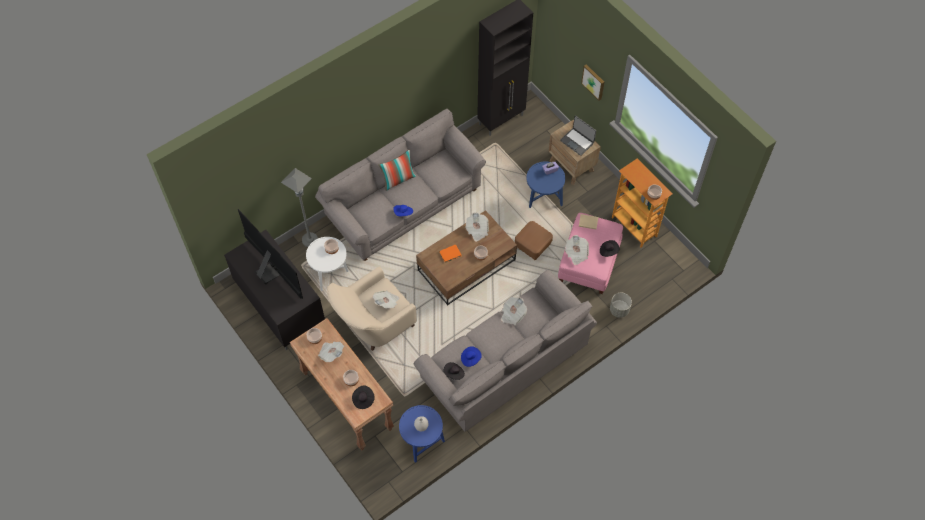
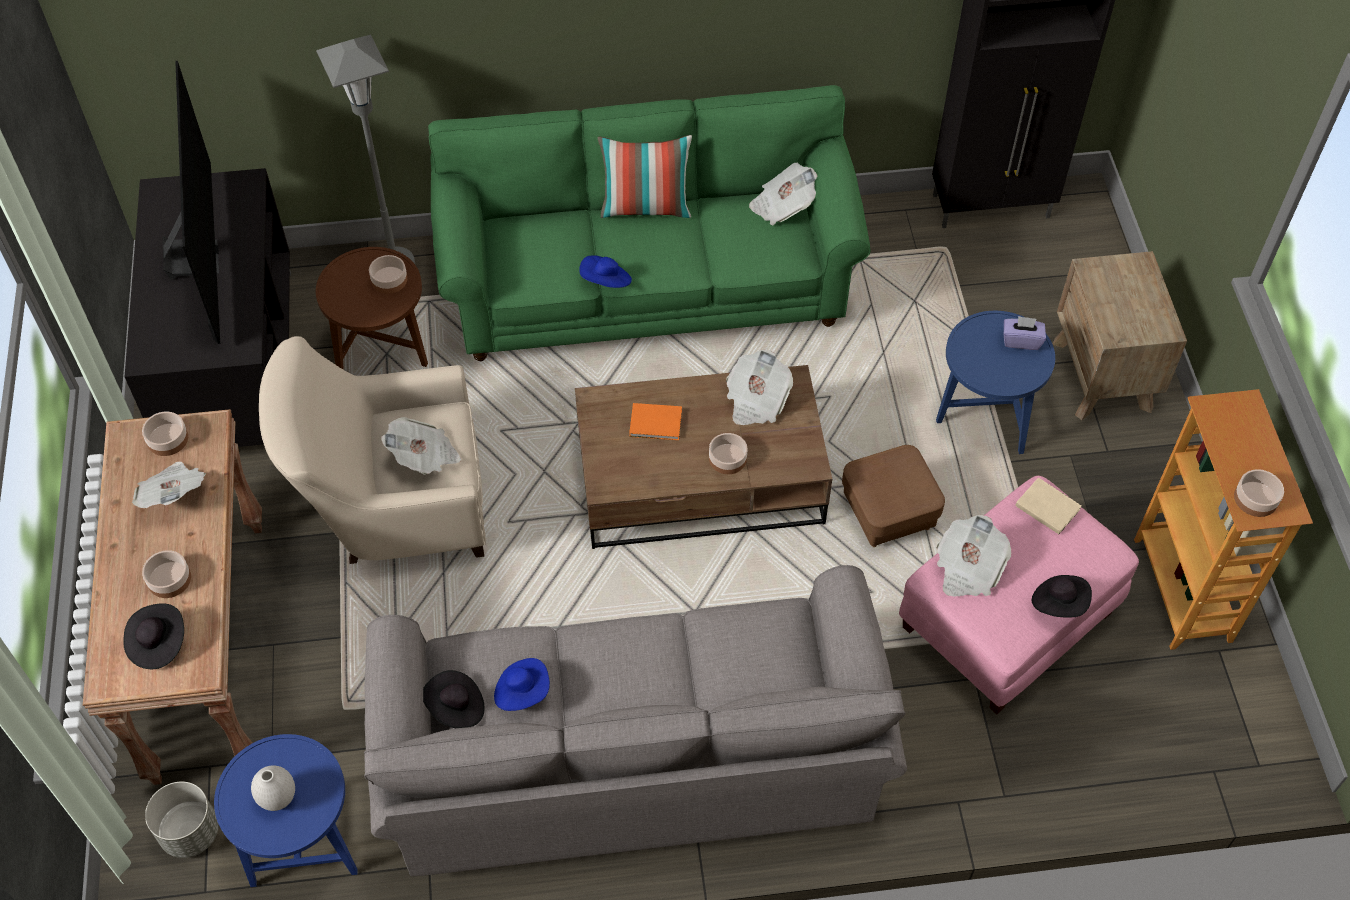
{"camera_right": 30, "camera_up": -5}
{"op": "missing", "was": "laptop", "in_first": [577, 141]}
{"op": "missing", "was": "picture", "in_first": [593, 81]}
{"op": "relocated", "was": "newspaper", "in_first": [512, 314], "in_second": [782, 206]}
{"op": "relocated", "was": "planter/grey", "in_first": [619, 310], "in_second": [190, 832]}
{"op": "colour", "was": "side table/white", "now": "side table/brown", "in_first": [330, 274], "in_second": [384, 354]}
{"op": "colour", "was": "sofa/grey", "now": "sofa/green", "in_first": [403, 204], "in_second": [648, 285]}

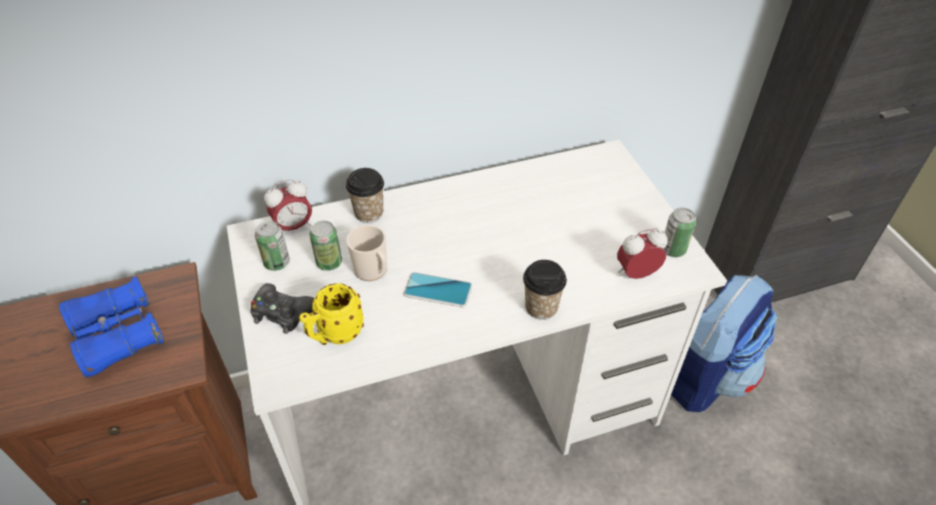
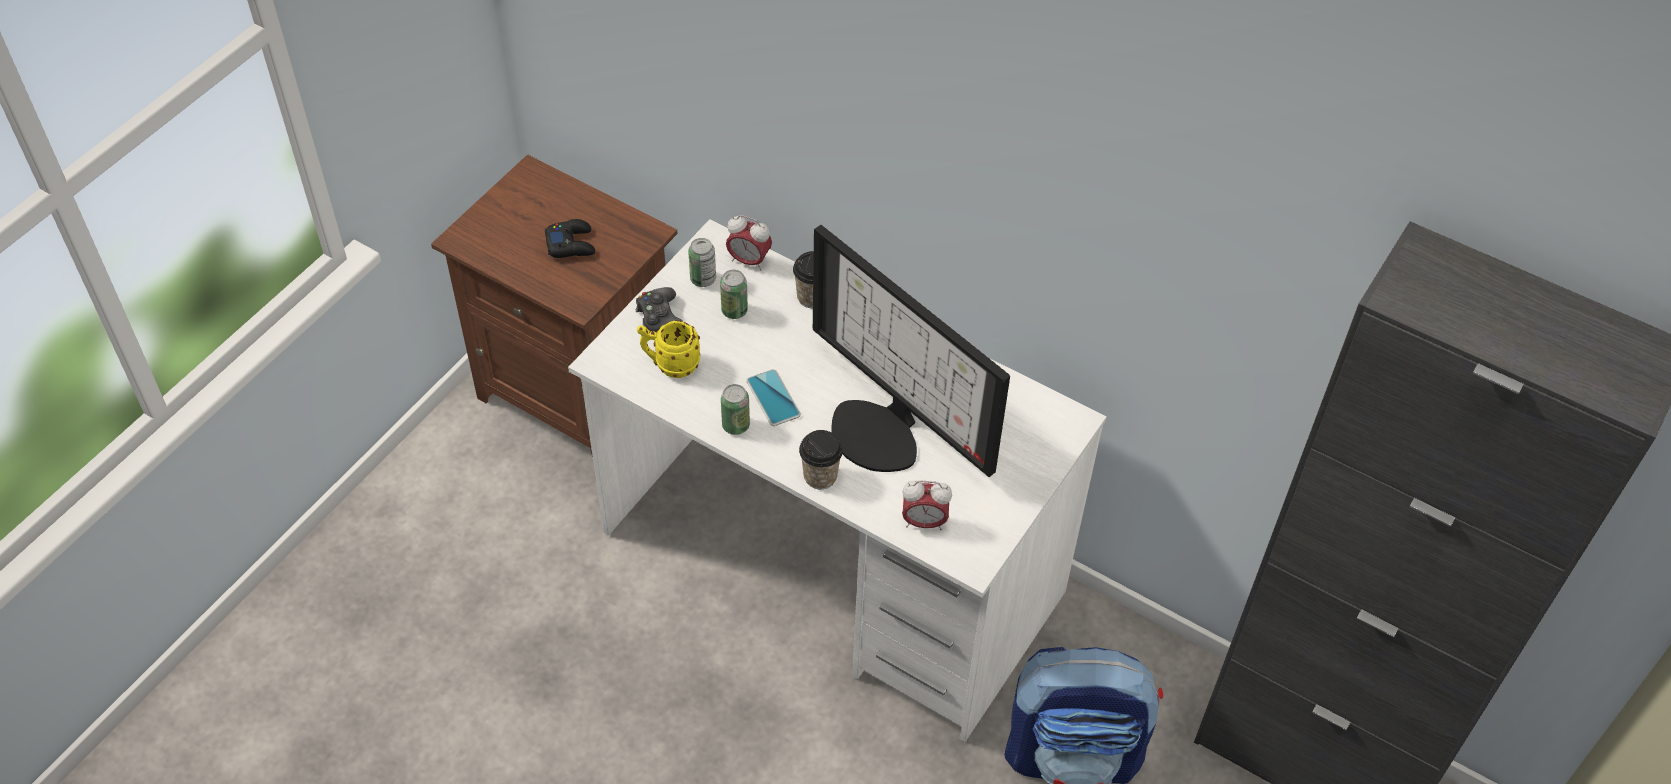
{"camera_right": 50, "camera_up": 5}
{"op": "missing", "was": "mug", "in_first": [373, 271]}
{"op": "appeared", "now": "monitor", "in_second": [883, 431]}
{"op": "relocated", "was": "can", "in_first": [673, 249], "in_second": [735, 425]}
{"op": "exchanged", "was": "binoculars/blue", "now": "game controller/black", "in_first": [118, 335], "in_second": [571, 244]}
{"op": "spun", "was": "alarm clock", "in_first": [636, 274], "in_second": [924, 522], "clockwise": 150}

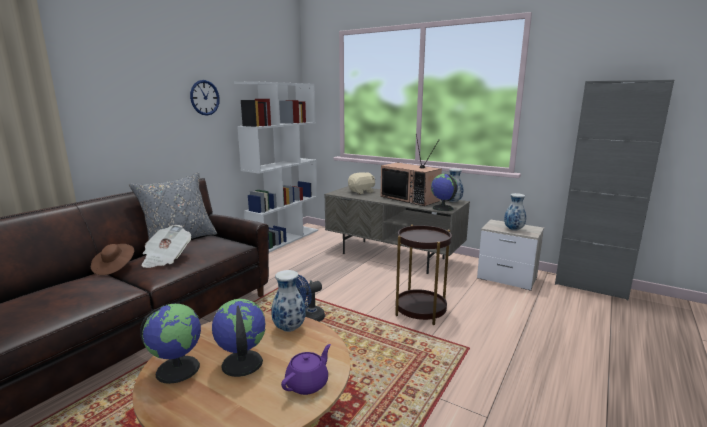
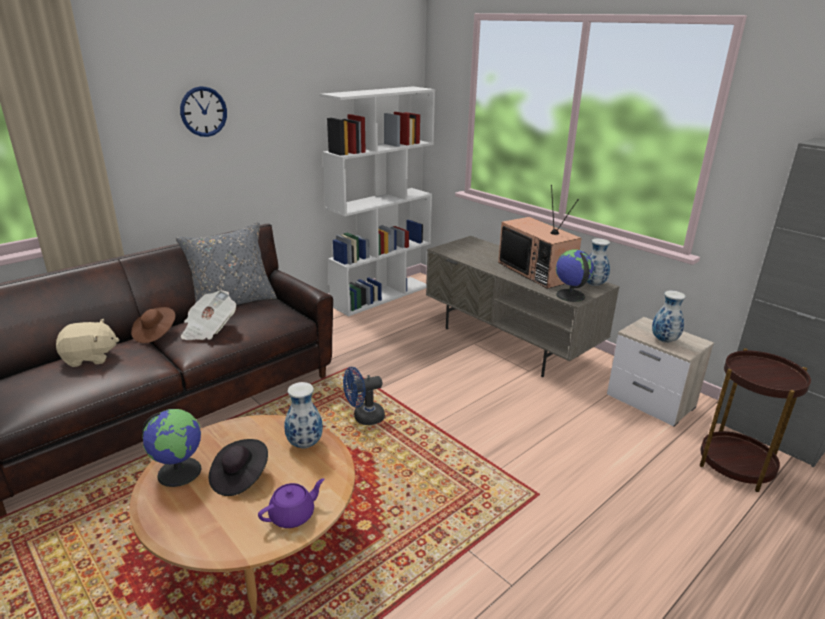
{"camera_right": 15, "camera_up": 10}
{"op": "relocated", "was": "wall clock", "in_first": [204, 97], "in_second": [203, 111]}
{"op": "relocated", "was": "plush toy/beige", "in_first": [362, 192], "in_second": [90, 358]}
{"op": "relocated", "was": "side table/brown", "in_first": [420, 311], "in_second": [736, 465]}
{"op": "exchanged", "was": "globe", "now": "hat/black", "in_first": [241, 363], "in_second": [239, 478]}

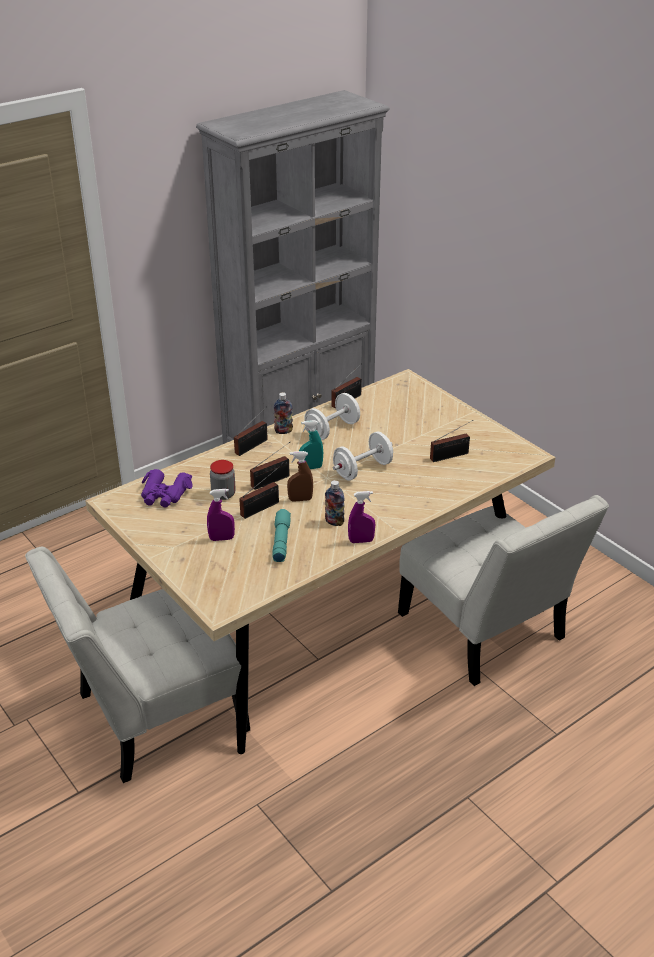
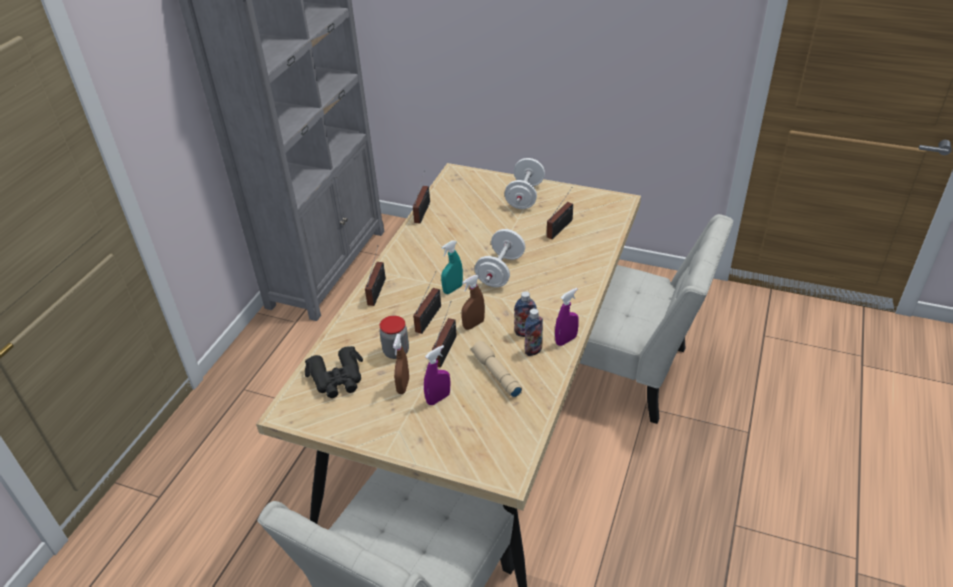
{"camera_right": -30, "camera_up": 5}
{"op": "appeared", "now": "spray bottle/brown", "in_second": [403, 386]}
{"op": "relocated", "was": "bottle", "in_first": [283, 431], "in_second": [533, 350]}
{"op": "relocated", "was": "dumbbell/white", "in_first": [332, 430], "in_second": [524, 196]}
{"op": "colour", "was": "binoculars/purple", "now": "binoculars/black", "in_first": [164, 495], "in_second": [337, 379]}
{"op": "colour", "was": "flashlight/turquoise", "now": "flashlight/beige", "in_first": [280, 540], "in_second": [495, 374]}

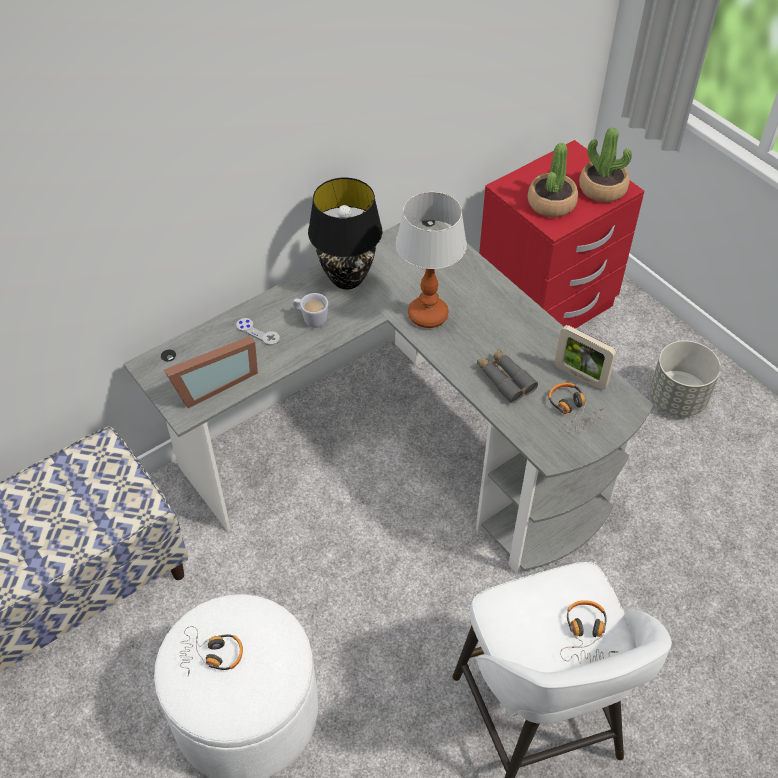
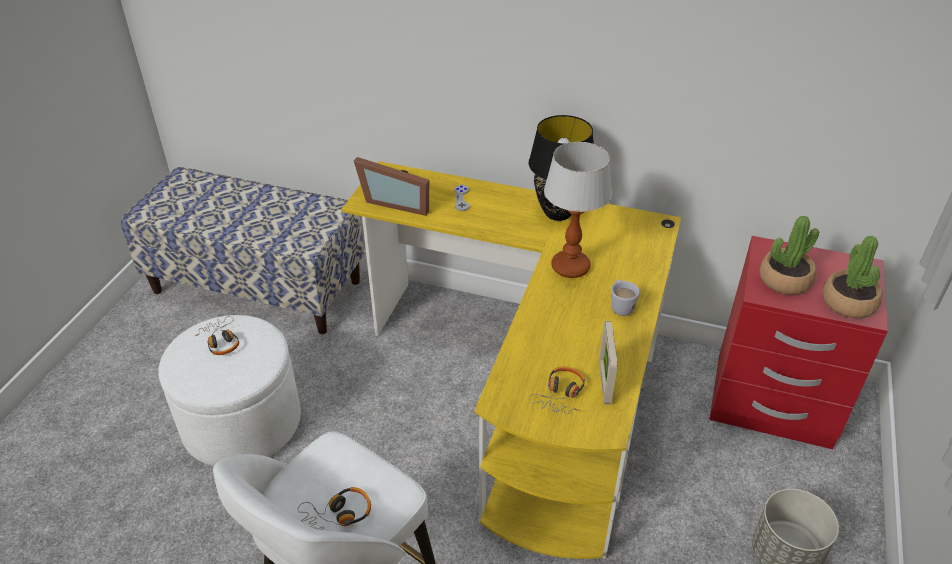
{"camera_right": 55, "camera_up": -10}
{"op": "missing", "was": "binoculars/grey", "in_first": [505, 379]}
{"op": "relocated", "was": "mug/white", "in_first": [311, 319], "in_second": [620, 306]}
{"op": "colour", "was": "desk/grey", "now": "desk/yellow", "in_first": [403, 449], "in_second": [530, 388]}

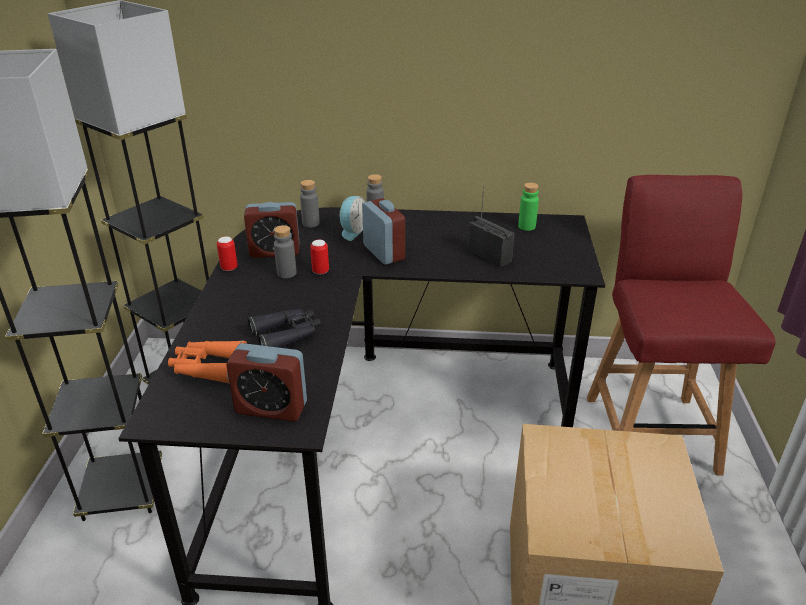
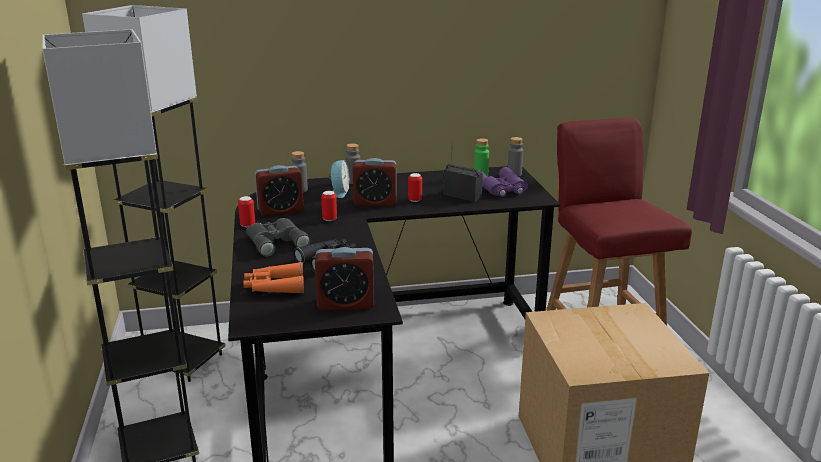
{"camera_right": -15, "camera_up": -10}
{"op": "appeared", "now": "binoculars/grey", "in_second": [276, 241]}
{"op": "appeared", "now": "can", "in_second": [415, 200]}
{"op": "appeared", "now": "binoculars/purple", "in_second": [501, 188]}
{"op": "relocated", "was": "bottle/grey", "in_first": [286, 273], "in_second": [514, 174]}
{"op": "spun", "was": "alarm clock", "in_first": [383, 252], "in_second": [375, 202], "clockwise": 135}

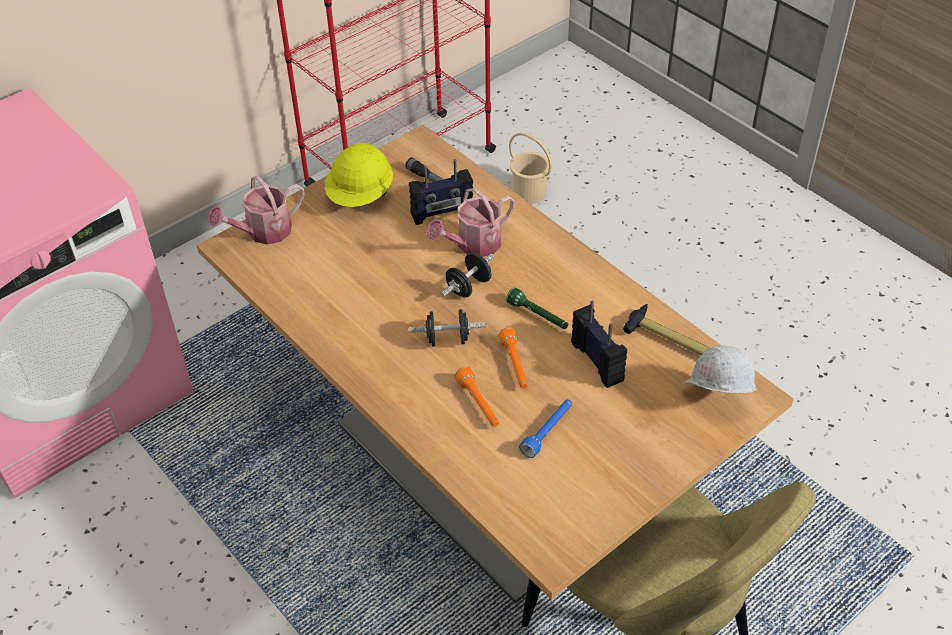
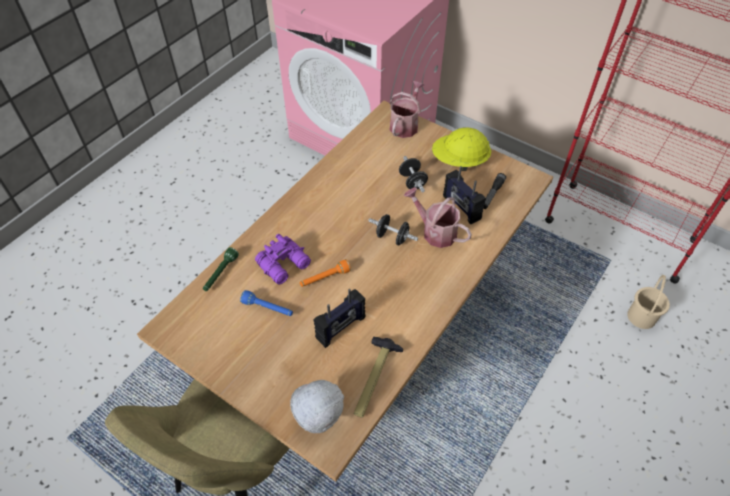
{"camera_right": 75, "camera_up": 5}
{"op": "relocated", "was": "dumbbell/black", "in_first": [447, 339], "in_second": [412, 182]}
{"op": "relocated", "was": "flashlight/green", "in_first": [538, 316], "in_second": [220, 274]}
{"op": "exchanged", "was": "flashlight/orange", "now": "binoculars/purple", "in_first": [478, 404], "in_second": [285, 264]}
{"op": "spun", "was": "watering can", "in_first": [263, 232], "in_second": [405, 125], "clockwise": 75}

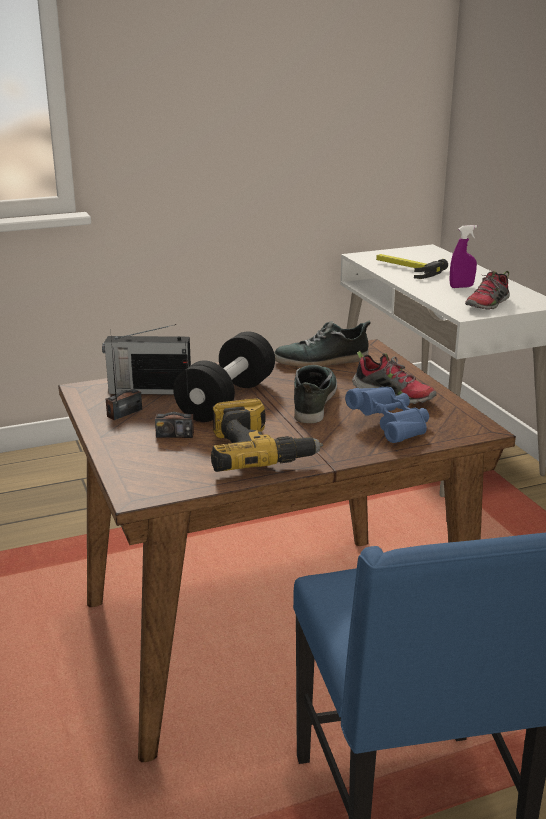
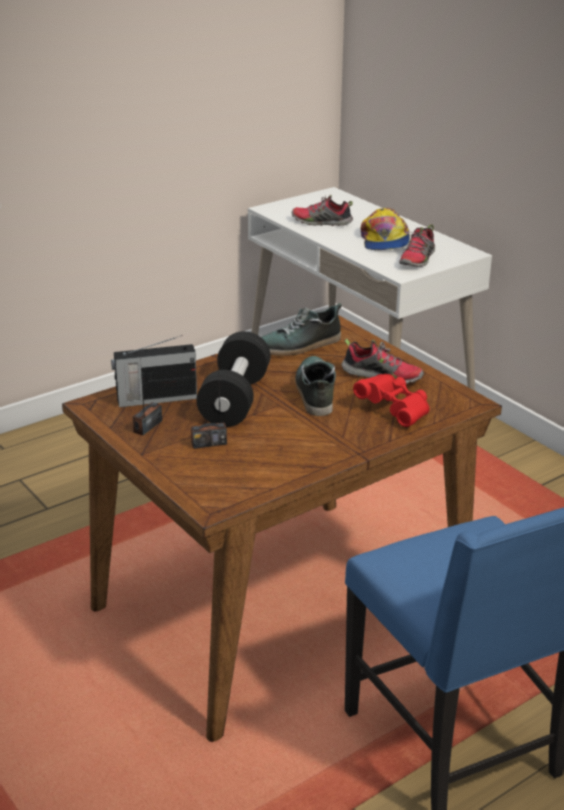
{"camera_right": -15, "camera_up": 5}
{"op": "missing", "was": "power drill", "in_first": [258, 452]}
{"op": "exchanged", "was": "hammer", "now": "shoe", "in_first": [405, 269], "in_second": [321, 222]}
{"op": "exchanged", "was": "spray bottle/purple", "now": "cap", "in_first": [461, 287], "in_second": [384, 240]}
{"op": "colour", "was": "binoculars/blue", "now": "binoculars/red", "in_first": [390, 427], "in_second": [395, 410]}

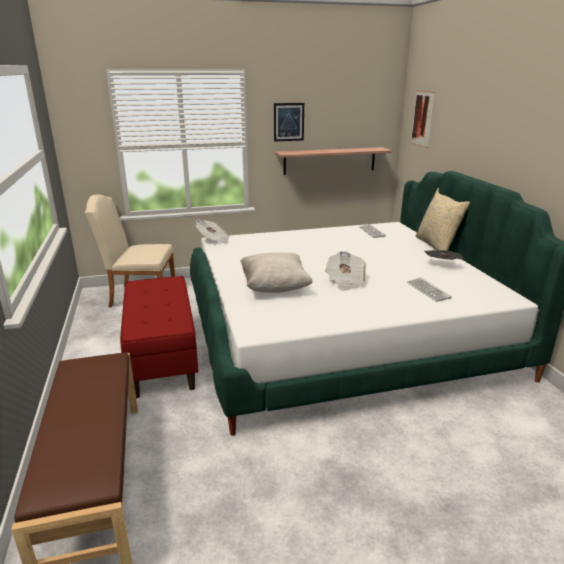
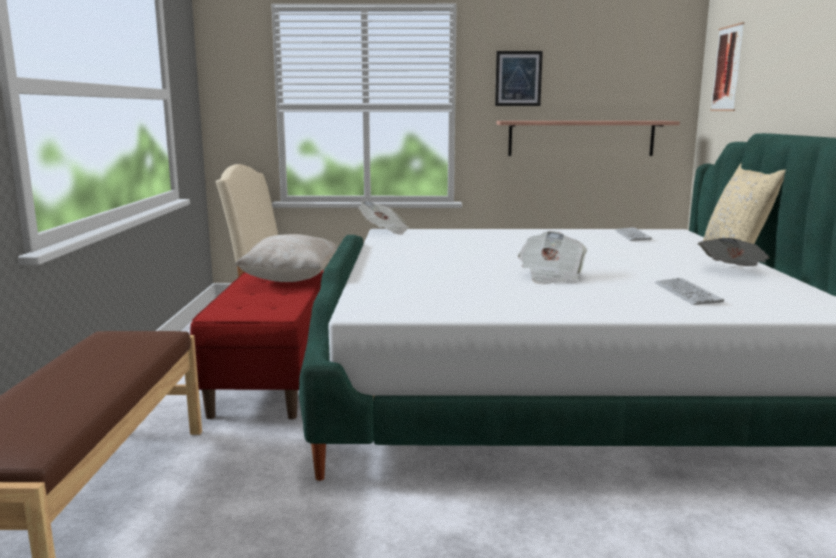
{"camera_right": 15, "camera_up": -10}
{"op": "relocated", "was": "pillow/beige", "in_first": [275, 287], "in_second": [290, 279]}

